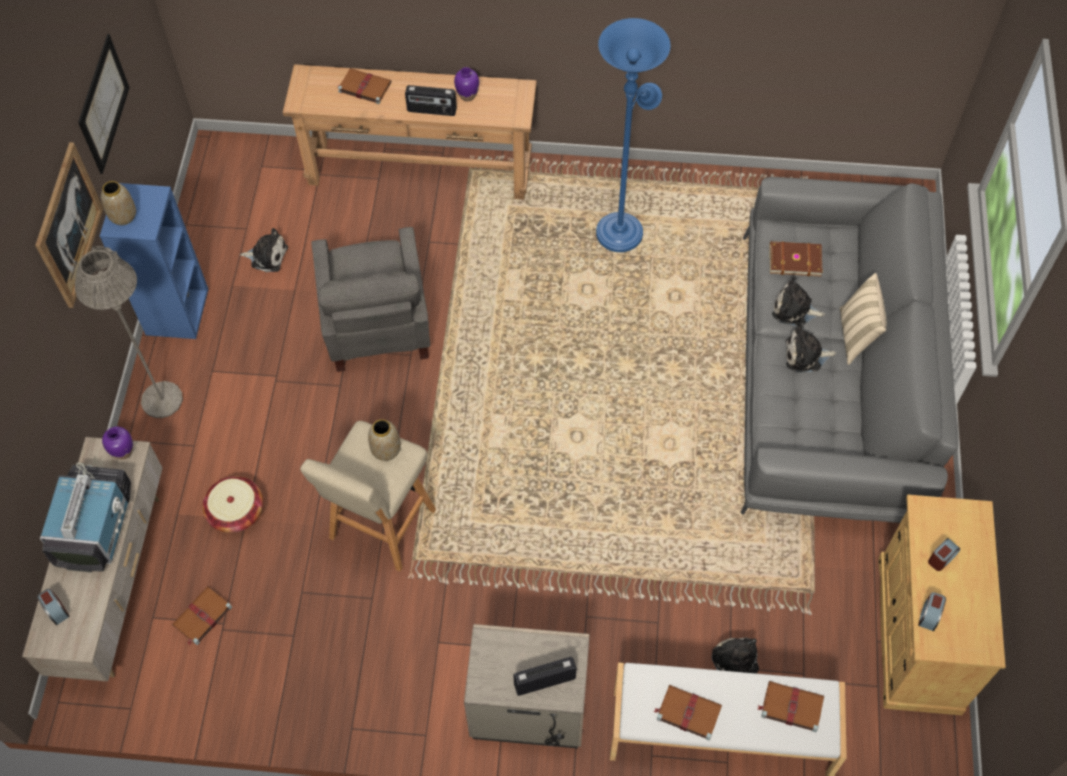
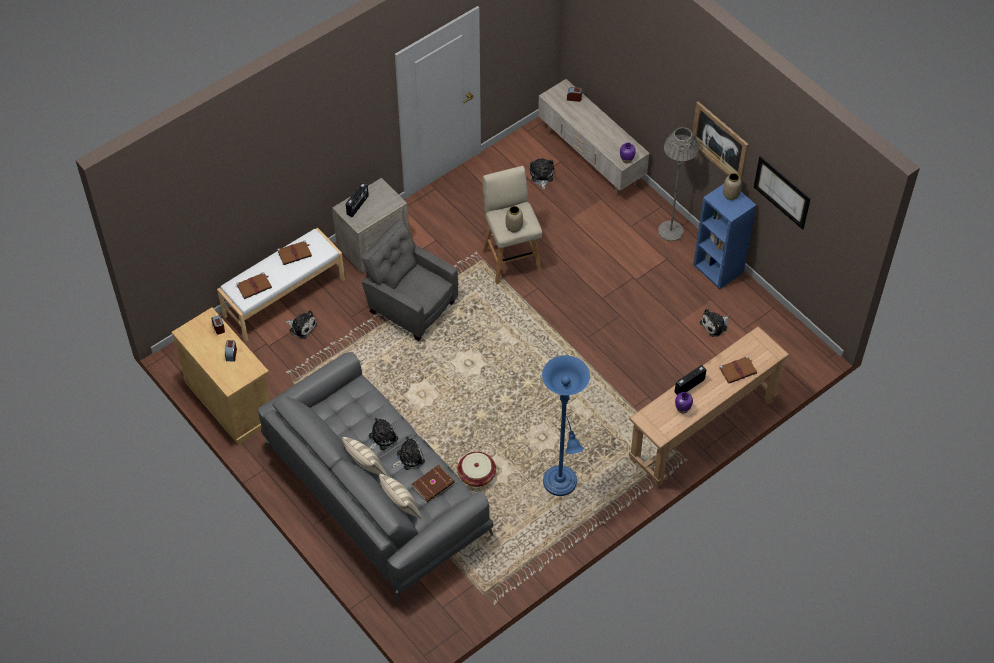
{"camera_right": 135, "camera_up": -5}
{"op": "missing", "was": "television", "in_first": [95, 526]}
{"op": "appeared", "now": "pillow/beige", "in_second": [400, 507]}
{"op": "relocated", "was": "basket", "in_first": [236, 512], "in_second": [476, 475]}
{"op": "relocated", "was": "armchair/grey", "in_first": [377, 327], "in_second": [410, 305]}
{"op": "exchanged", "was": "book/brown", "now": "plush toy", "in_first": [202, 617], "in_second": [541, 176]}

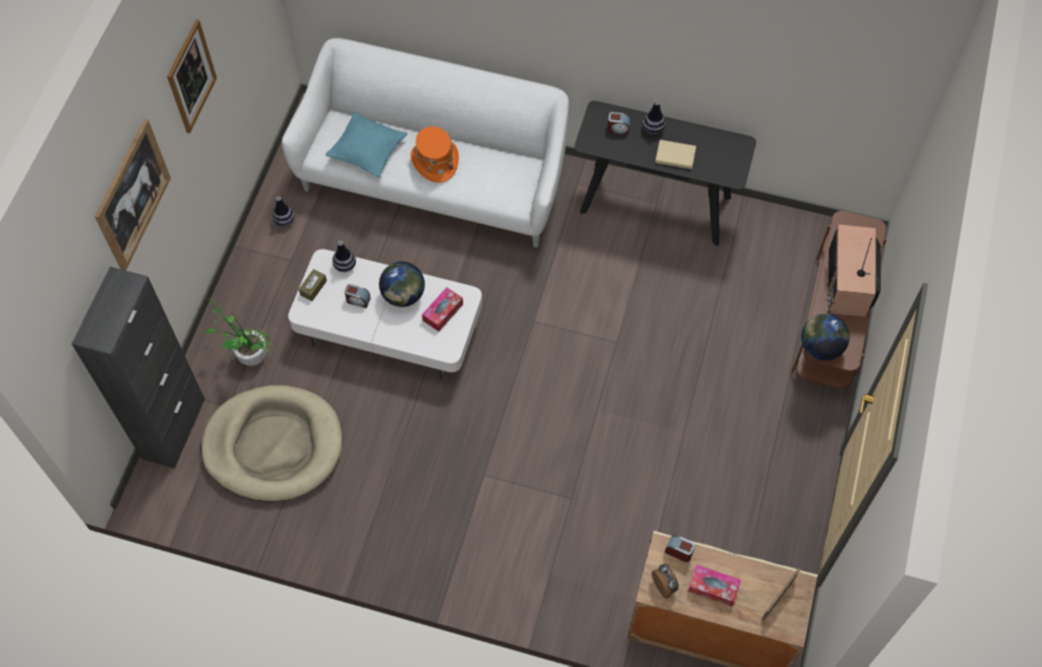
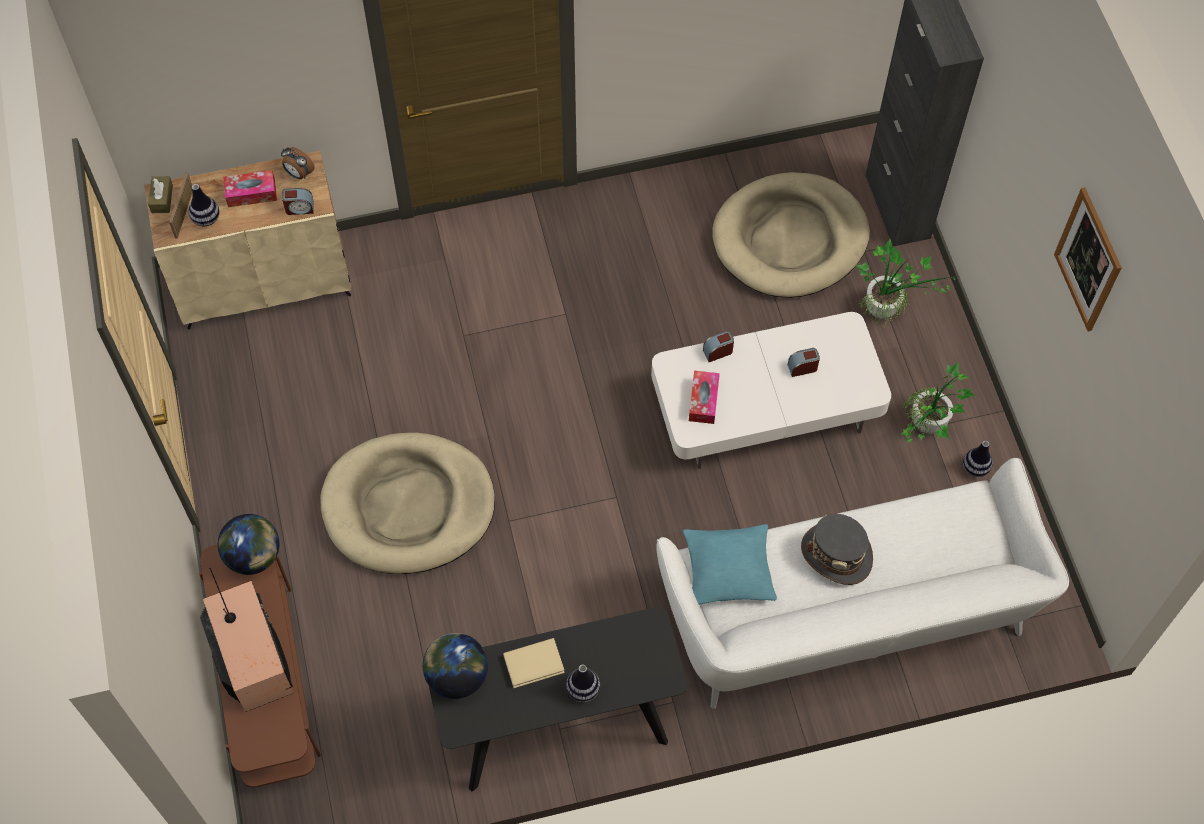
{"camera_right": 150, "camera_up": 0}
{"op": "missing", "was": "picture", "in_first": [132, 195]}
{"op": "appeared", "now": "dog bed/beige", "in_second": [408, 506]}
{"op": "appeared", "now": "potted plant", "in_second": [926, 429]}
{"op": "relocated", "was": "tissue box/brown", "in_first": [313, 288], "in_second": [162, 199]}
{"op": "relocated", "was": "pillow/turquoise", "in_first": [367, 150], "in_second": [728, 570]}
{"op": "relocated", "was": "vase", "in_first": [345, 265], "in_second": [206, 218]}
{"op": "relocated", "was": "globe", "in_first": [403, 295], "in_second": [457, 676]}
{"op": "relocated", "was": "alarm clock", "in_first": [618, 129], "in_second": [718, 351]}
{"op": "colour", "was": "hat/orange", "now": "hat/grey", "in_first": [434, 161], "in_second": [836, 554]}

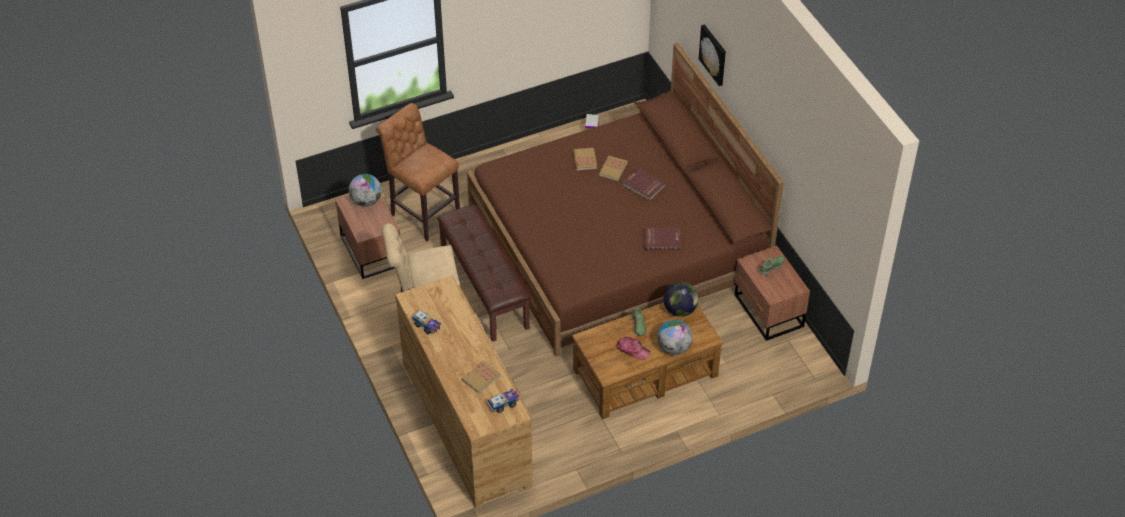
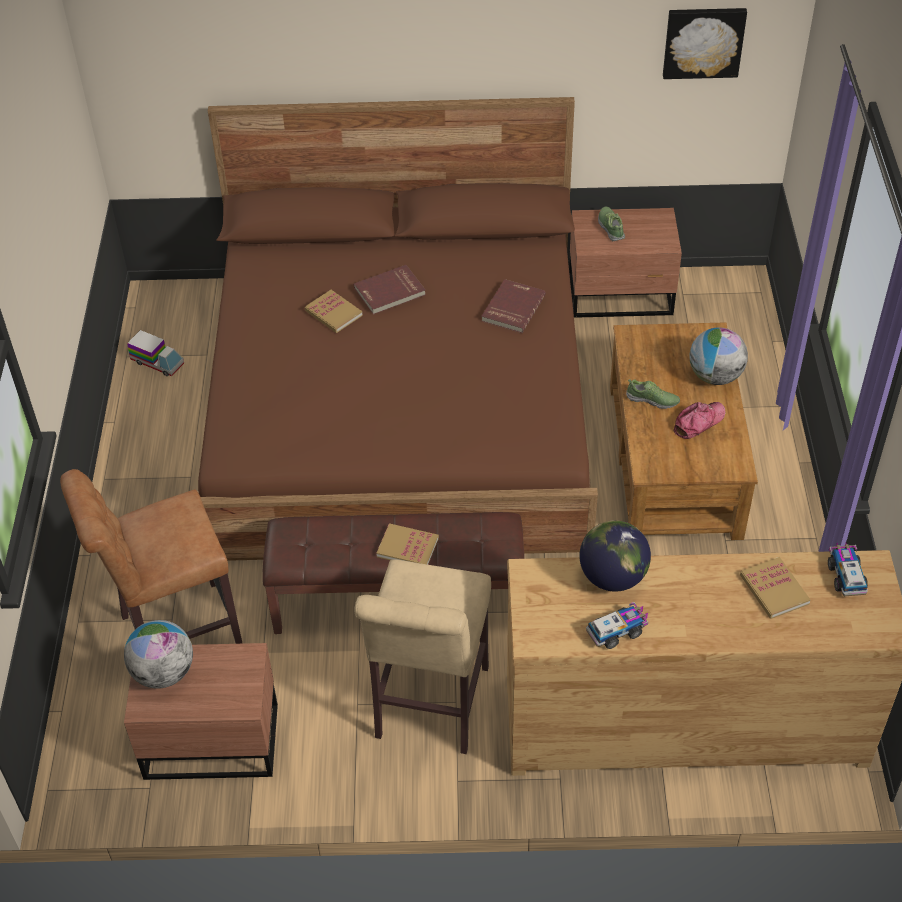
{"camera_right": -65, "camera_up": 0}
{"op": "relocated", "was": "book", "in_first": [585, 160], "in_second": [407, 547]}
{"op": "relocated", "was": "globe", "in_first": [680, 310], "in_second": [613, 576]}
{"op": "relocated", "was": "picture", "in_first": [714, 54], "in_second": [703, 41]}

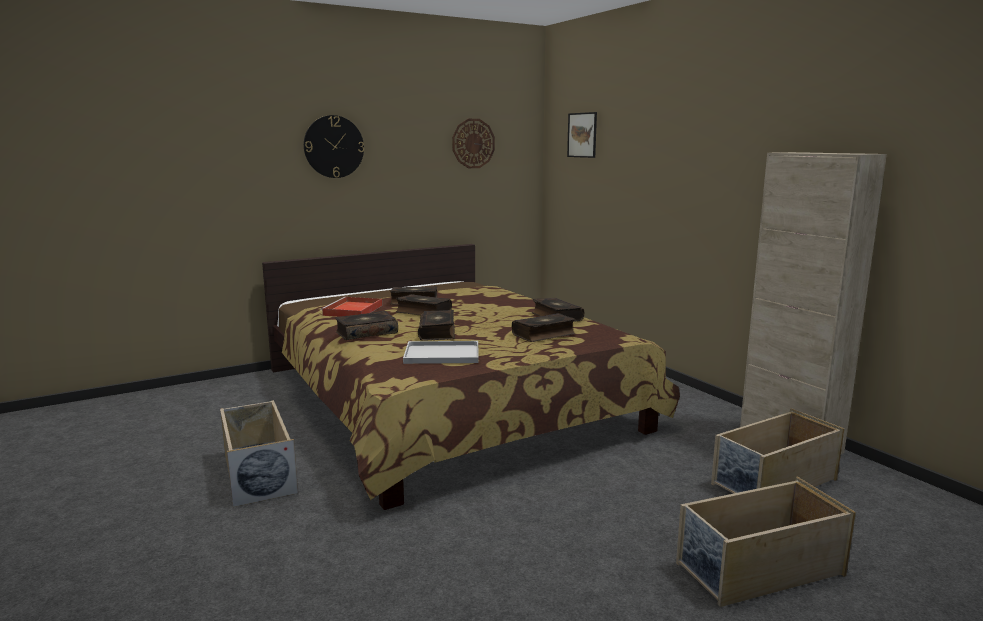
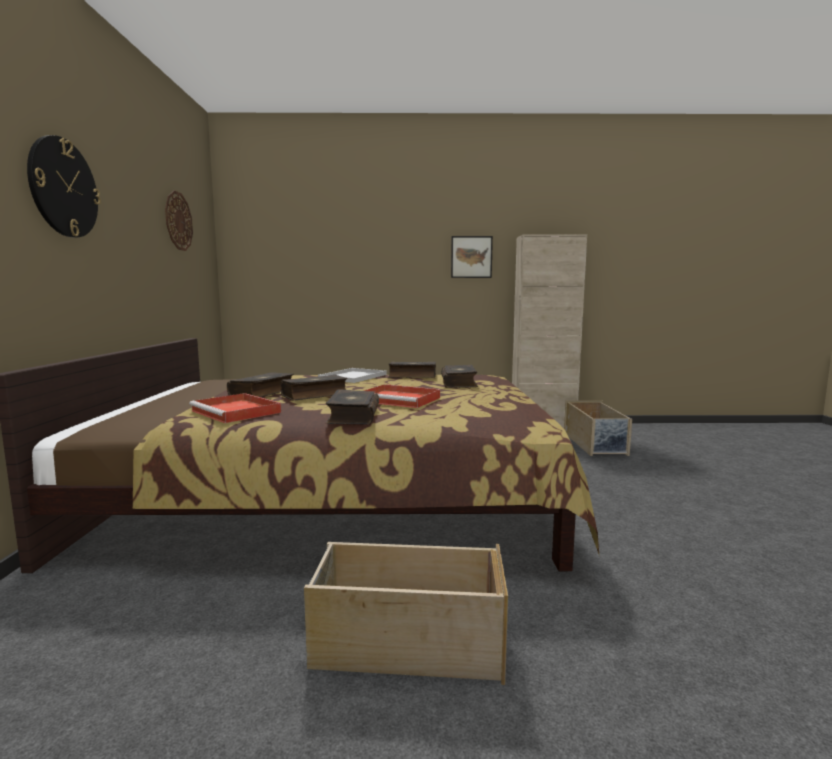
{"camera_right": -60, "camera_up": -5}
{"op": "missing", "was": "storage box/beige", "in_first": [758, 570]}
{"op": "relocated", "was": "tray/white", "in_first": [443, 354], "in_second": [353, 376]}
{"op": "relocated", "was": "picture", "in_first": [582, 135], "in_second": [471, 257]}
{"op": "exchanged", "was": "book", "now": "tray/red", "in_first": [438, 332], "in_second": [401, 399]}

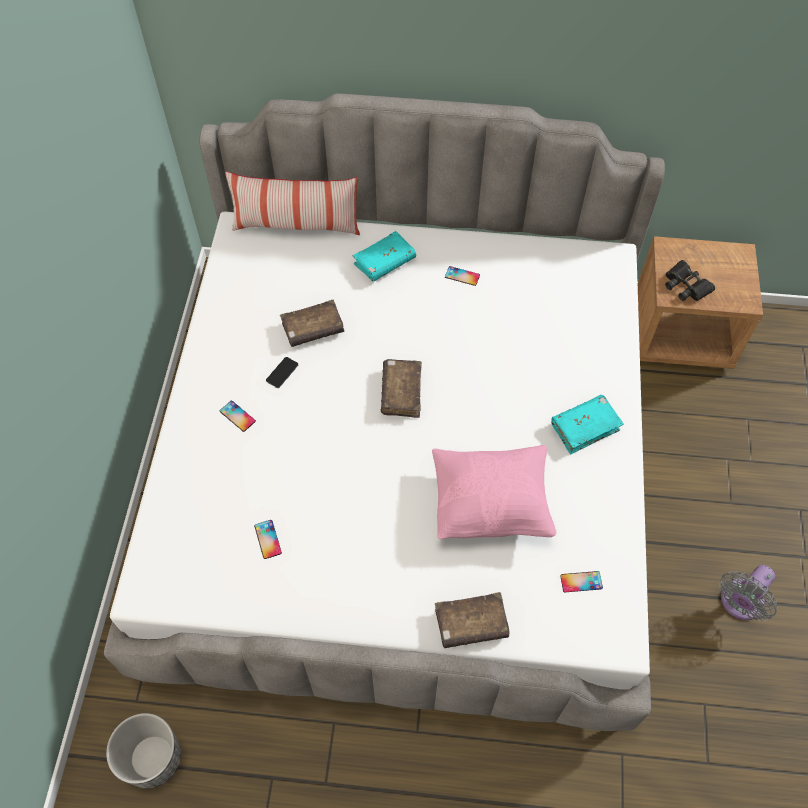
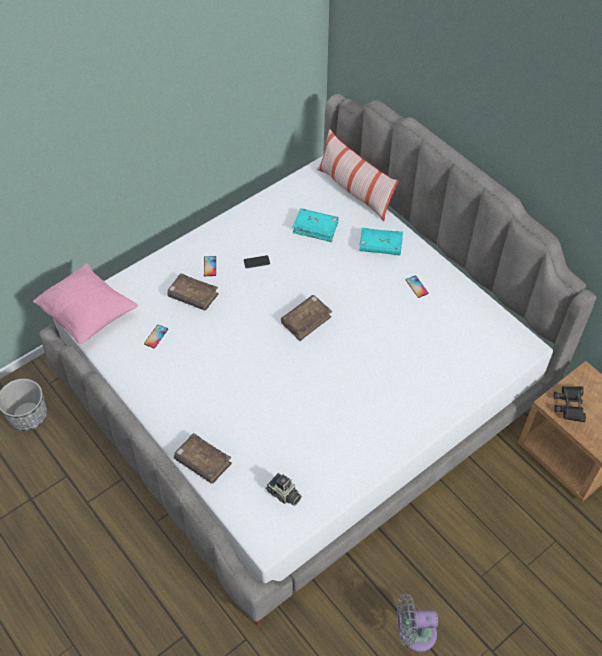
{"camera_right": 45, "camera_up": -5}
{"op": "relocated", "was": "book/brown", "in_first": [313, 329], "in_second": [193, 296]}
{"op": "relocated", "was": "pillow/pink", "in_first": [491, 504], "in_second": [88, 316]}
{"op": "relocated", "was": "book/turquoise", "in_first": [585, 427], "in_second": [315, 228]}
{"op": "exchanged", "was": "phone", "now": "photo camera", "in_first": [581, 581], "in_second": [284, 495]}

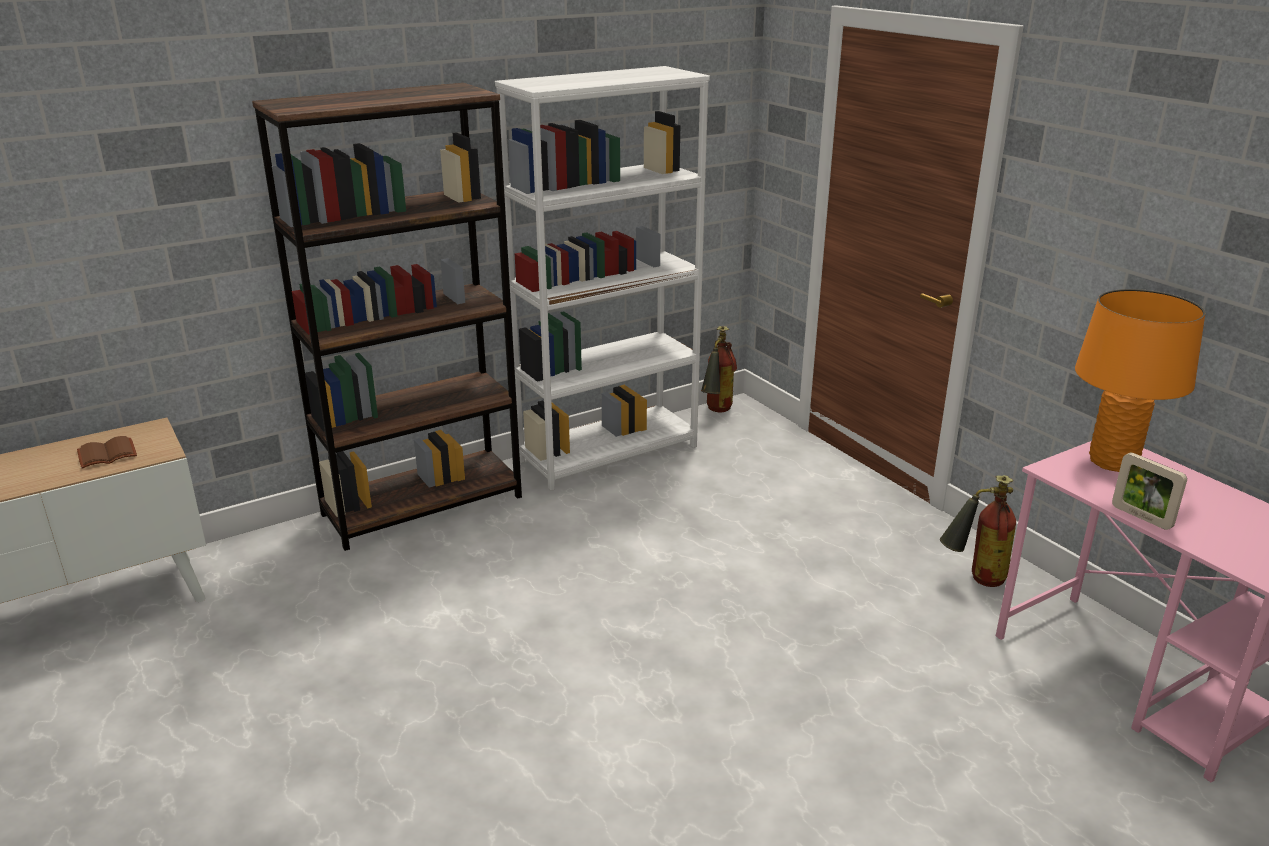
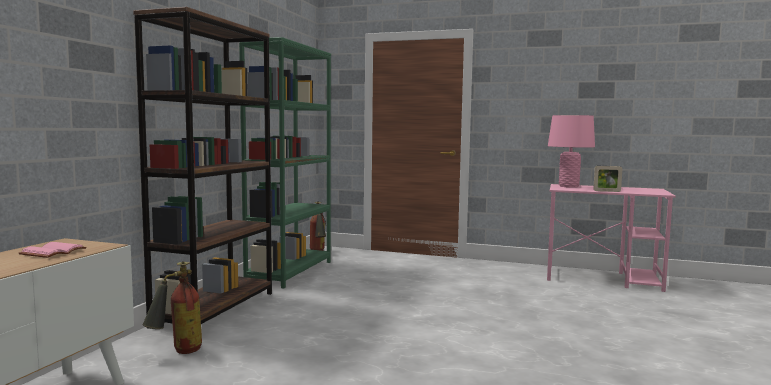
{"camera_right": -40, "camera_up": -20}
{"op": "relocated", "was": "fire extinguisher", "in_first": [973, 579], "in_second": [177, 352]}
{"op": "colour", "was": "book/brown", "now": "book/pink", "in_first": [106, 455], "in_second": [53, 252]}
{"op": "colour", "was": "bookcase/white", "now": "bookcase/green", "in_first": [609, 453], "in_second": [290, 272]}
{"op": "colour", "was": "table lamp/orange", "now": "table lamp/pink", "in_first": [1112, 462], "in_second": [568, 186]}

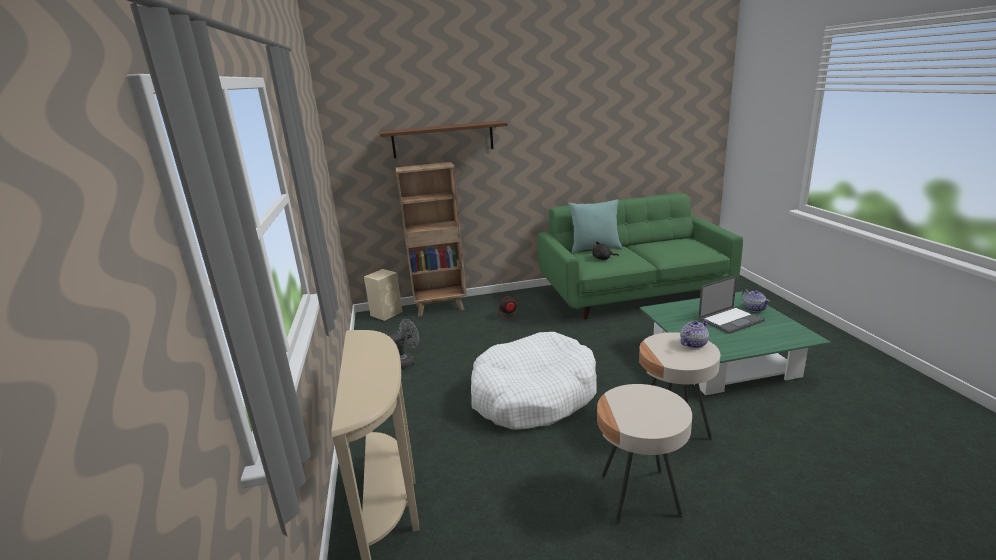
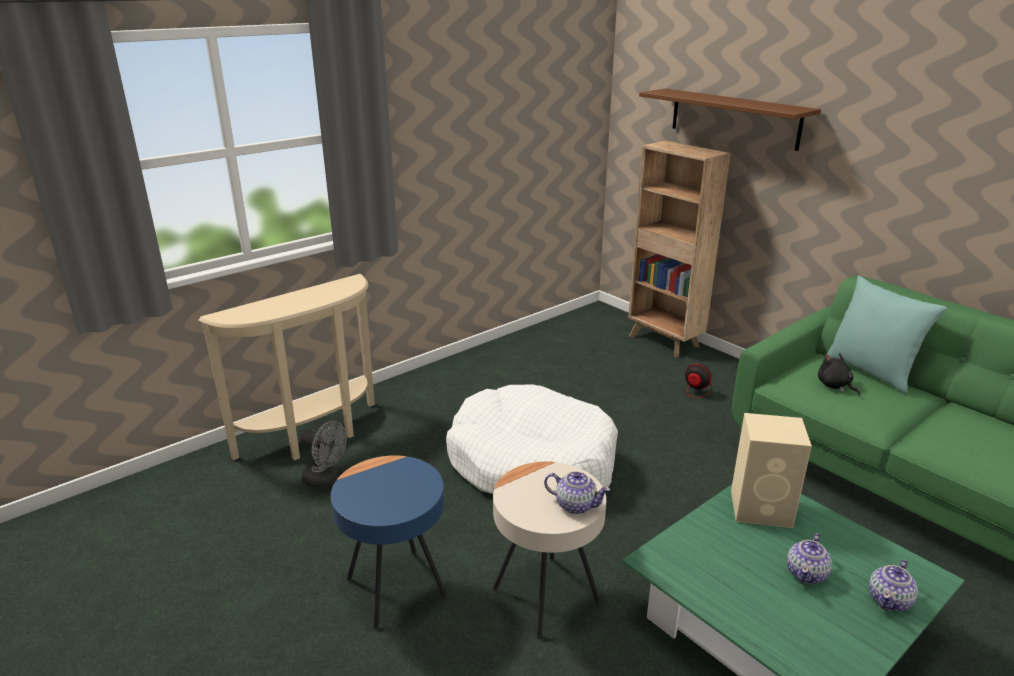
{"camera_right": 60, "camera_up": 5}
{"op": "relocated", "was": "speaker/beige", "in_first": [387, 313], "in_second": [762, 509]}
{"op": "relocated", "was": "fan/grey", "in_first": [406, 362], "in_second": [326, 479]}
{"op": "exchanged", "was": "laptop", "now": "teapot", "in_first": [731, 320], "in_second": [807, 573]}
{"op": "colour", "was": "side table/beige", "now": "side table/blue", "in_first": [639, 495], "in_second": [396, 588]}

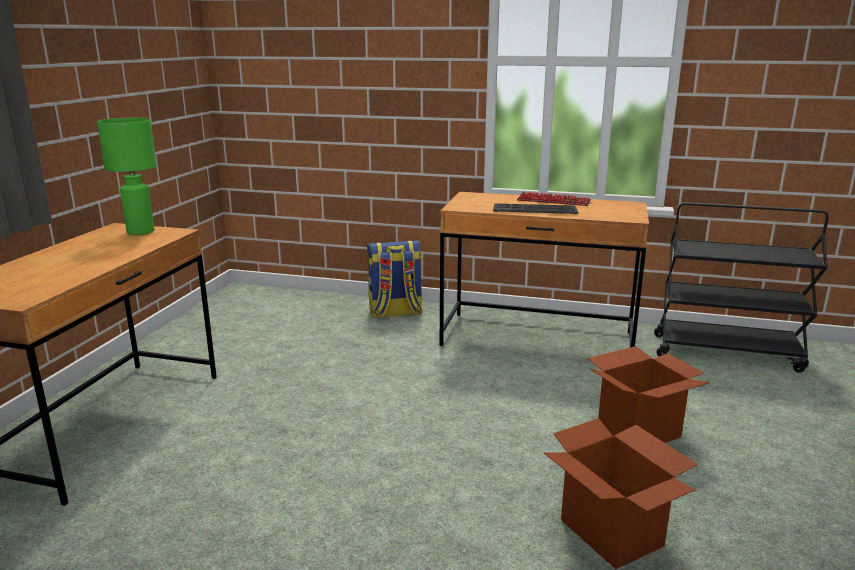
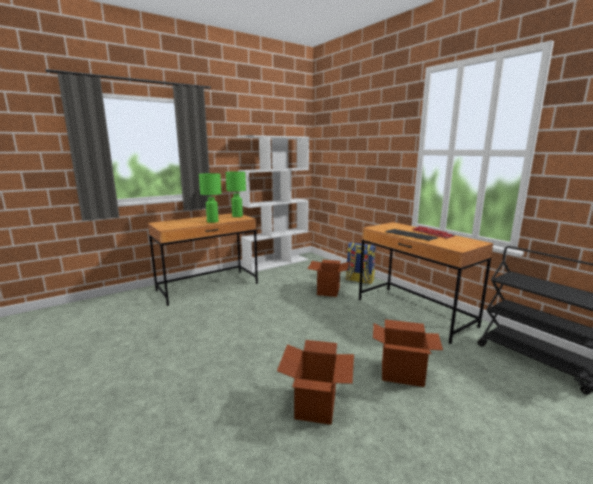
{"camera_right": 40, "camera_up": -5}
{"op": "appeared", "now": "table lamp/green", "in_second": [212, 221]}
{"op": "appeared", "now": "bookcase/white", "in_second": [276, 263]}
{"op": "appeared", "now": "cardboard box", "in_second": [328, 291]}

